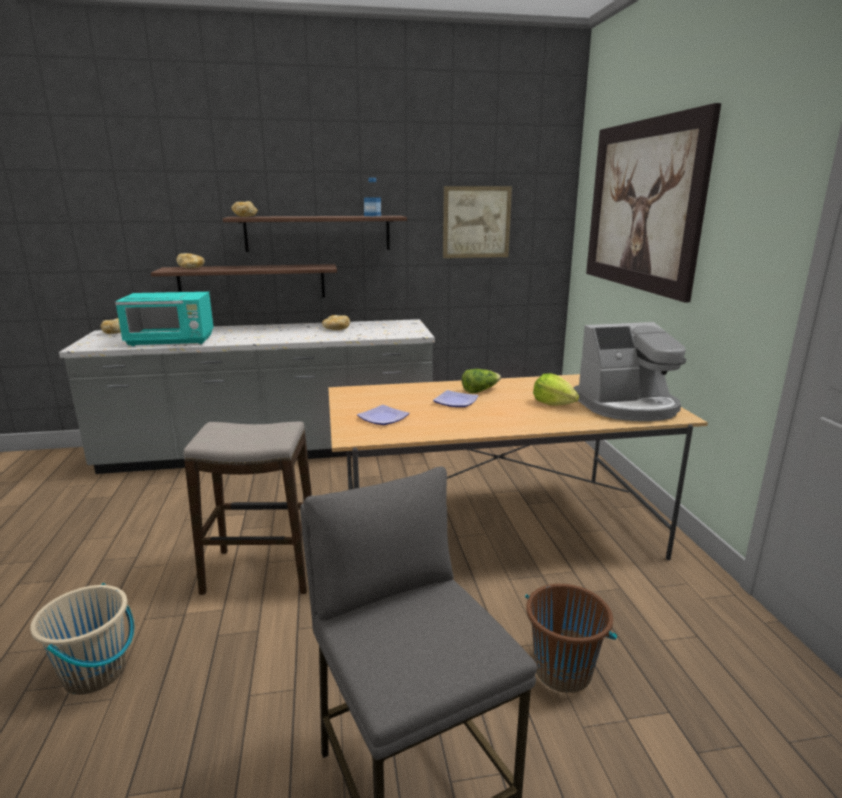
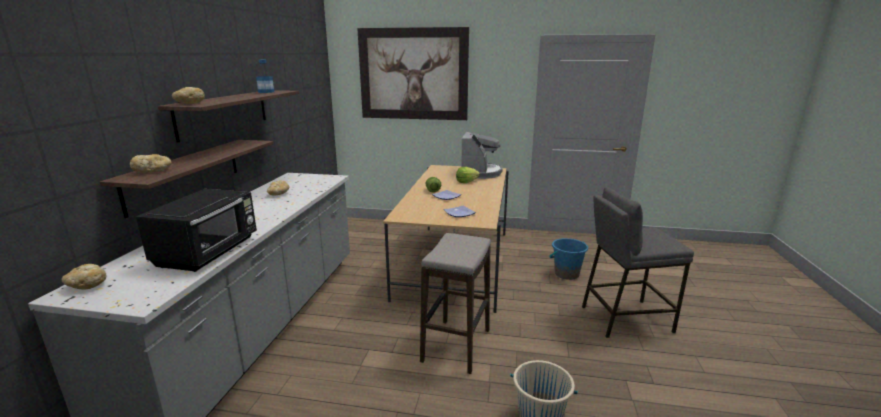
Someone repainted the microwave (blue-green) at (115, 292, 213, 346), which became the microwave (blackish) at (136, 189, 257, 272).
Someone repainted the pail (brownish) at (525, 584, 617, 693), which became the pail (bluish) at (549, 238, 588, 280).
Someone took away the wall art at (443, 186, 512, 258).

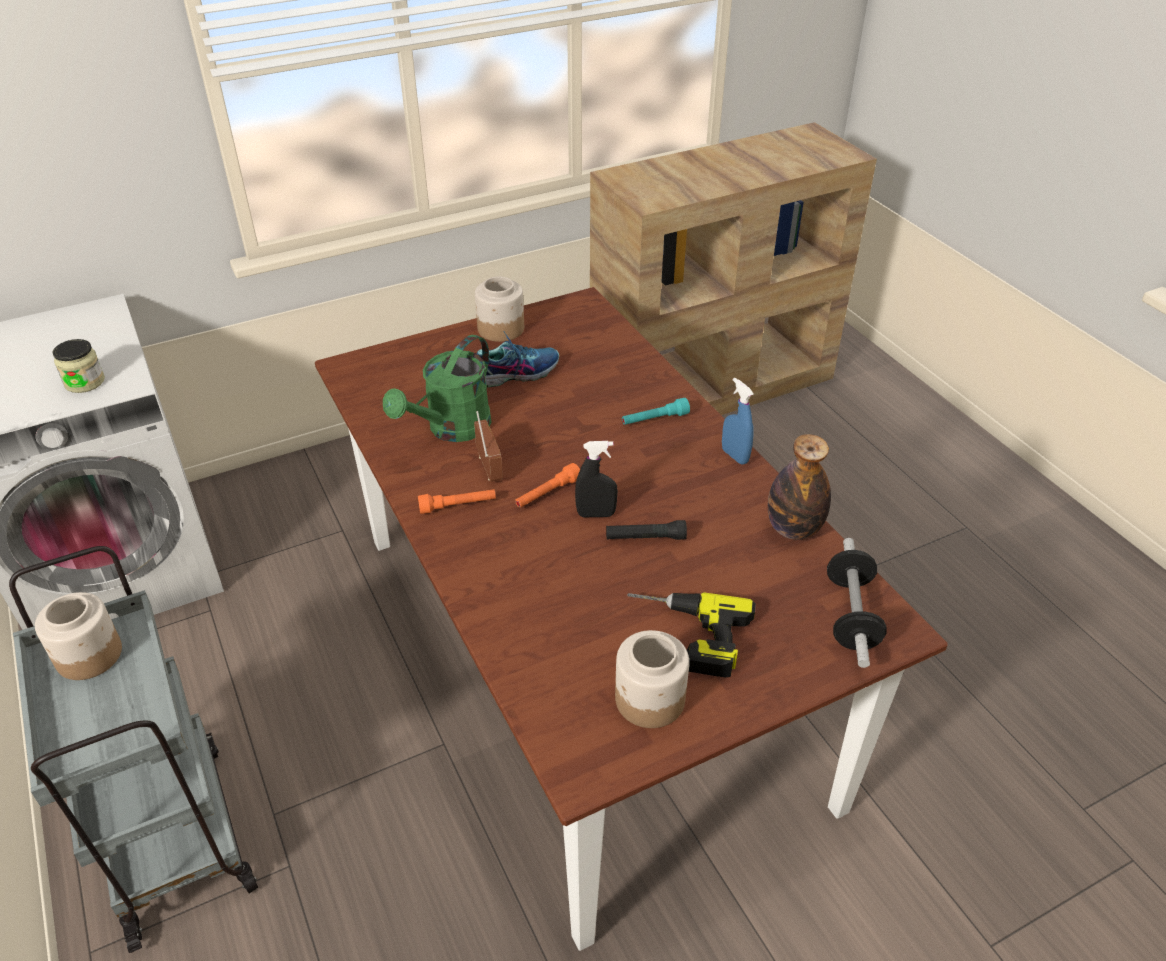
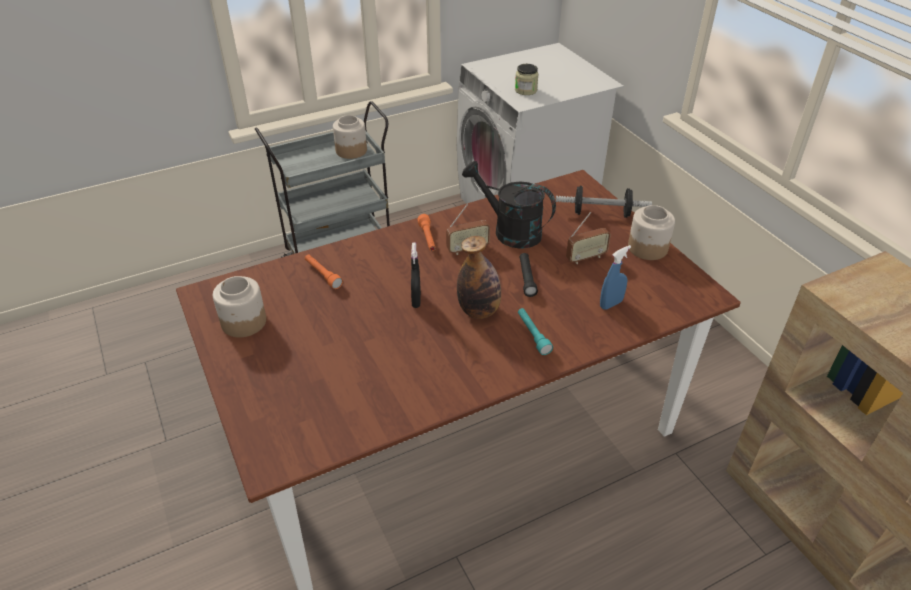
Someone carried the flashlight (orange) from (515, 463, 580, 508) to (305, 254, 343, 289).
Someone carried the beverage bottle from (768, 434, 831, 540) to (457, 236, 501, 319).
Someone repainted the watering can (green) at (383, 335, 492, 442), which became the watering can (blackish) at (462, 161, 556, 249).
Someone carried the flashlight (blackish) from (606, 520, 687, 540) to (520, 253, 538, 297).
Someone carried the dumbbell from (827, 538, 887, 668) to (556, 186, 652, 218).
Someone swapped the shoe at (477, 332, 559, 387) for the radio receiver at (566, 212, 611, 264).
Someone carried the sprayer (bluish) from (722, 378, 754, 465) to (600, 245, 631, 309).
Someone took away the power drill at (627, 592, 756, 677).

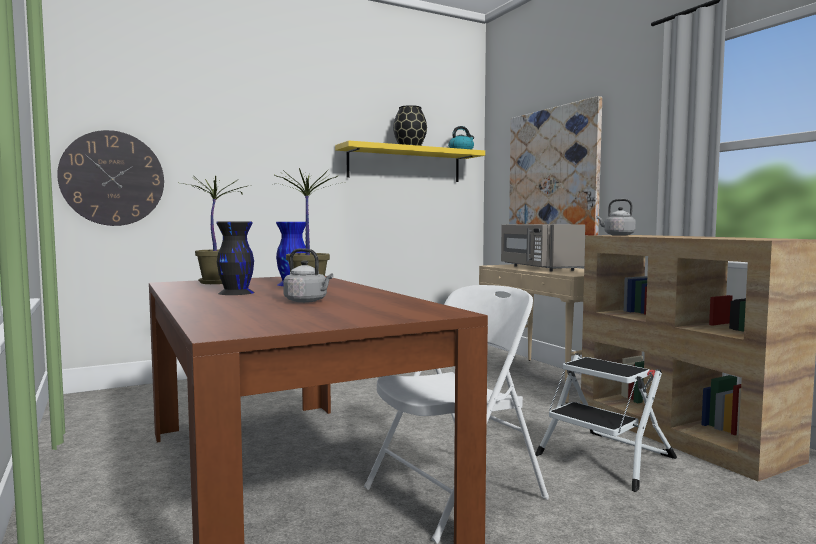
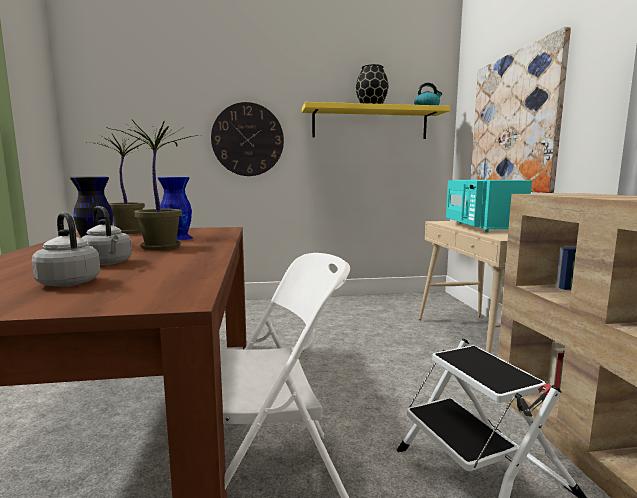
Someone carried the tea kettle (gray) from (596, 199, 636, 236) to (32, 213, 100, 287).
Someone carried the hanging clock from (57, 130, 164, 226) to (211, 102, 284, 176).
Someone repainted the microwave (gray) at (501, 224, 585, 272), which became the microwave (blue-green) at (446, 180, 532, 232).

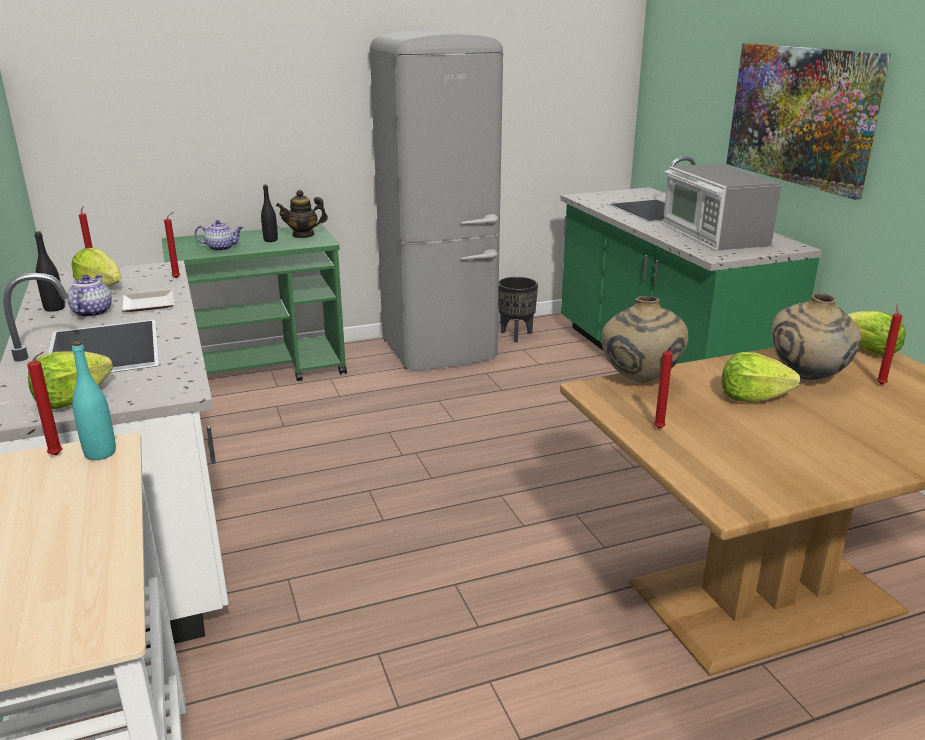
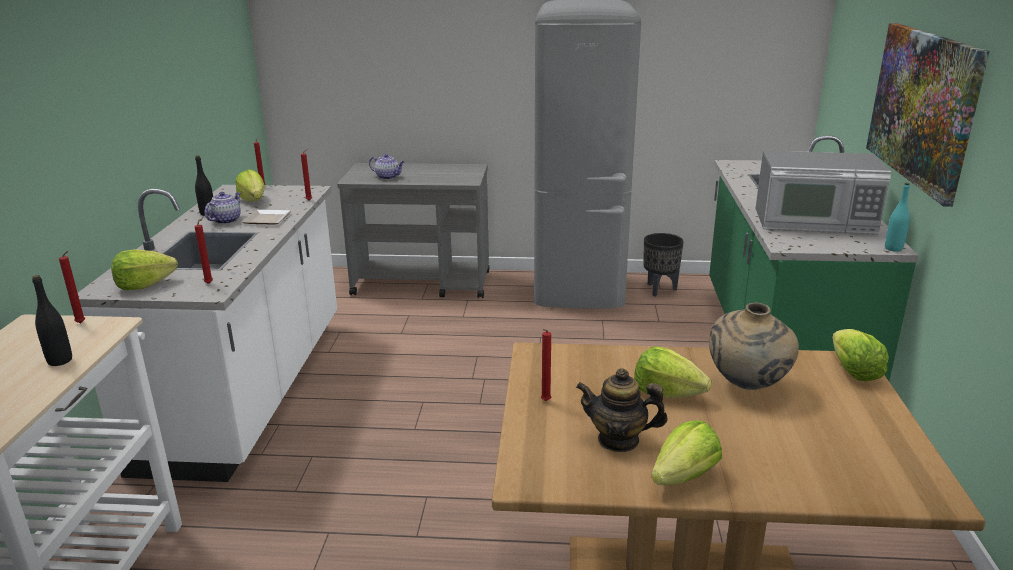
Someone carried the beverage bottle (blackish) from (261, 184, 278, 242) to (32, 275, 72, 366).
Someone carried the wax candle (red-coloured) from (877, 304, 902, 385) to (195, 217, 213, 284).
Someone repainted the trolley (green) at (162, 224, 347, 381), which became the trolley (gray) at (337, 163, 489, 298).
Someone carried the teapot from (276, 190, 328, 238) to (576, 368, 667, 452).
Someone put down the lettuce at (651, 420, 722, 485).
Someone rotated the microwave at (663, 164, 782, 251) by 90 degrees counterclockwise.
Someone carried the beverage bottle (blue-green) from (72, 341, 116, 460) to (885, 183, 910, 252).
Someone took away the decorative vase (beige) at (601, 296, 688, 383).

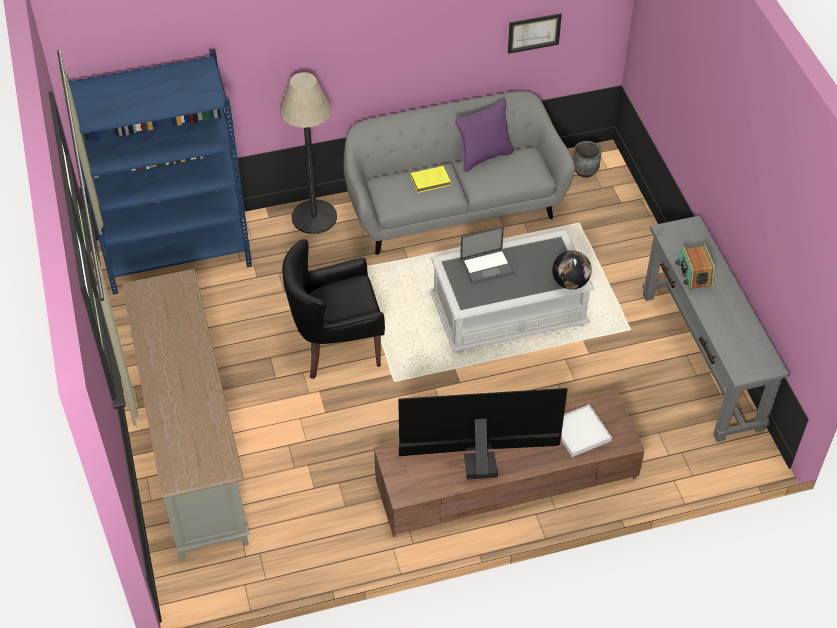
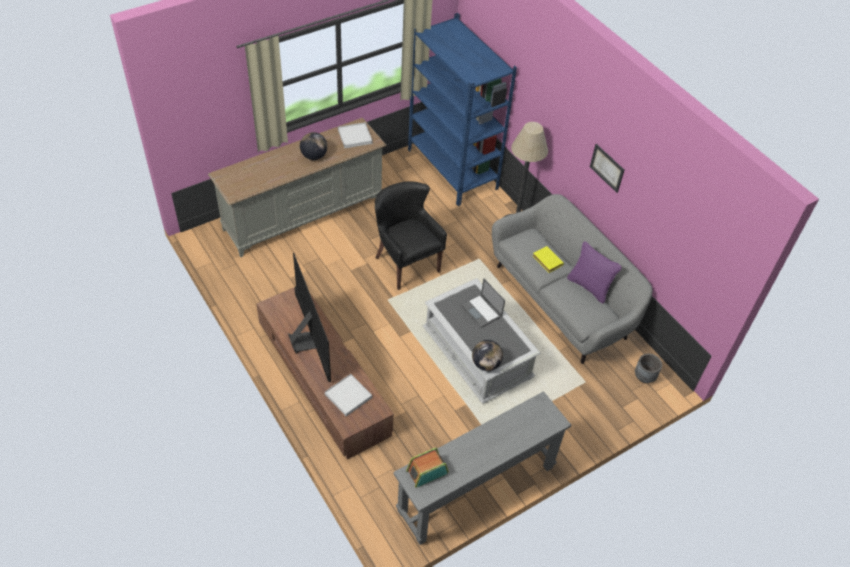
Someone put down the globe at (300, 132, 327, 160).
Someone put down the tray (white-coloured) at (338, 122, 373, 148).
Someone carried the radio receiver from (676, 244, 715, 291) to (406, 448, 449, 488).
Someone carried the wall art from (508, 13, 562, 54) to (590, 144, 624, 193).

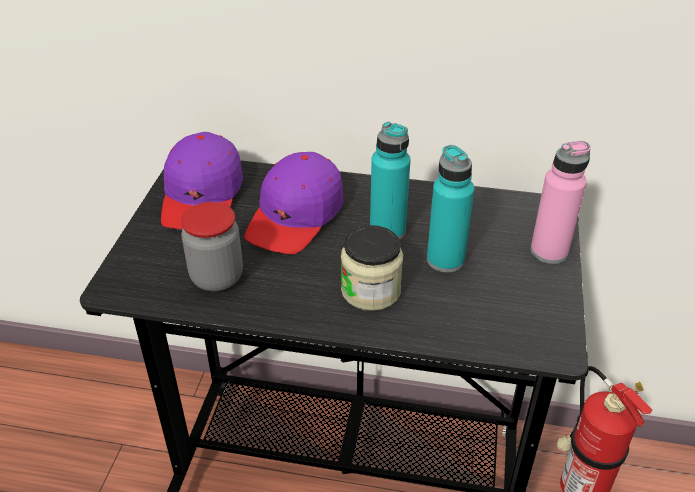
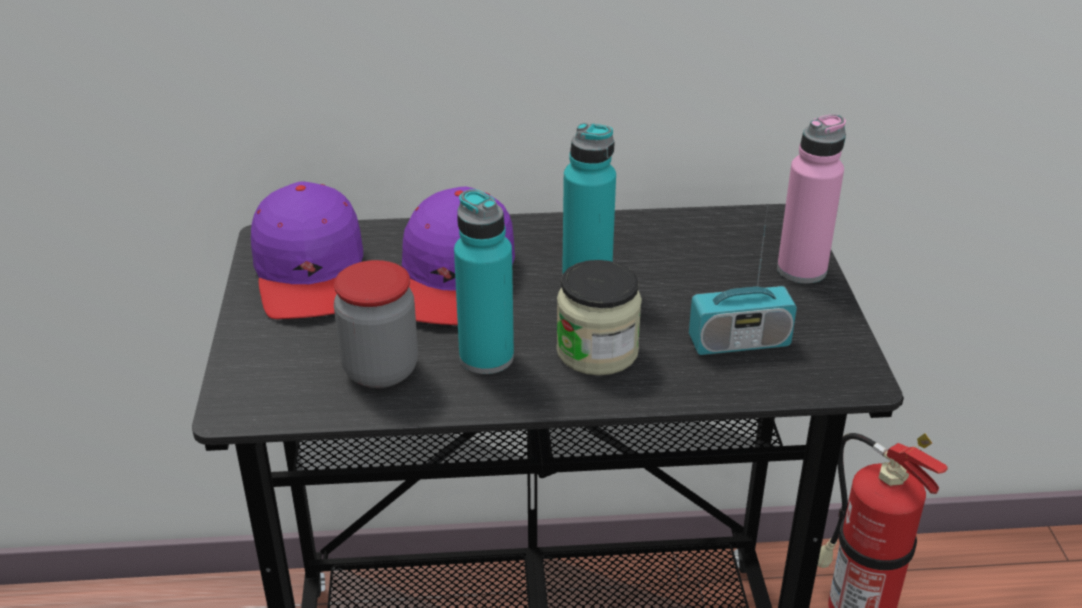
Someone carried the beverage bottle (blue-green) from (427, 145, 474, 272) to (454, 189, 514, 374).
Someone put down the radio receiver at (689, 207, 797, 355).

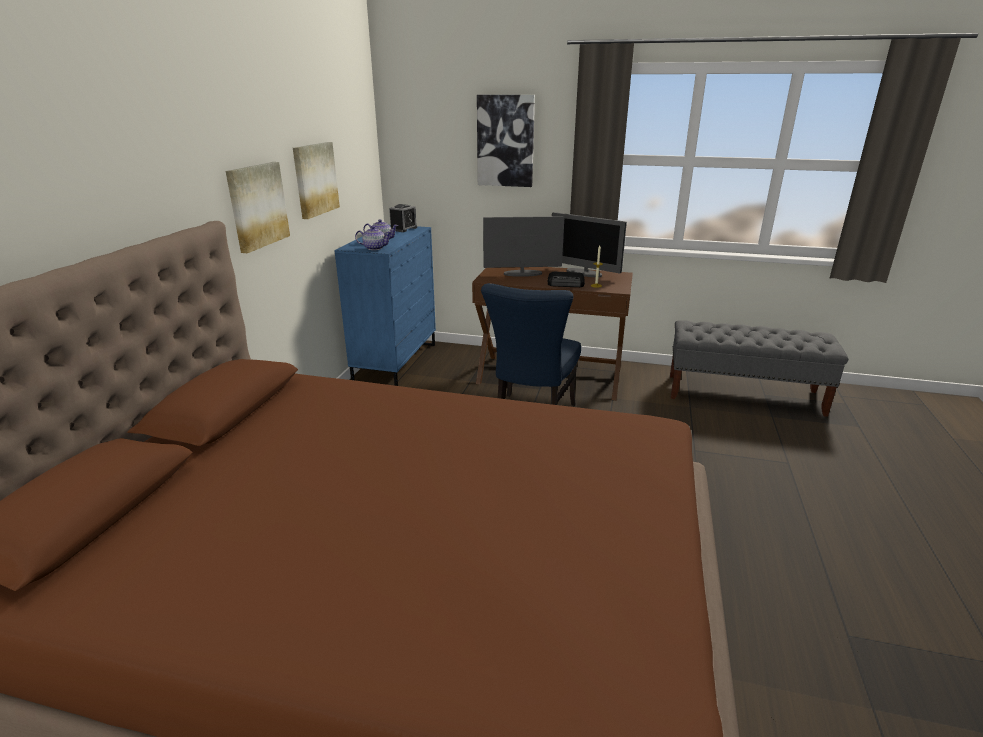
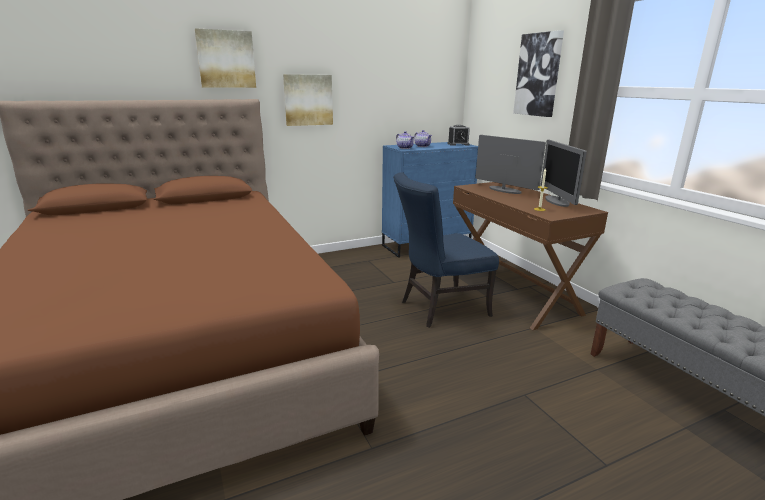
Someone carried the wall art from (293, 142, 340, 219) to (195, 28, 256, 88).
Someone took away the radio receiver at (548, 272, 585, 287).

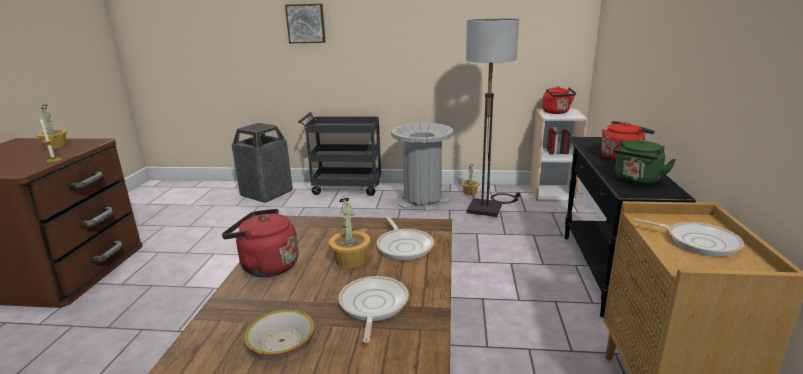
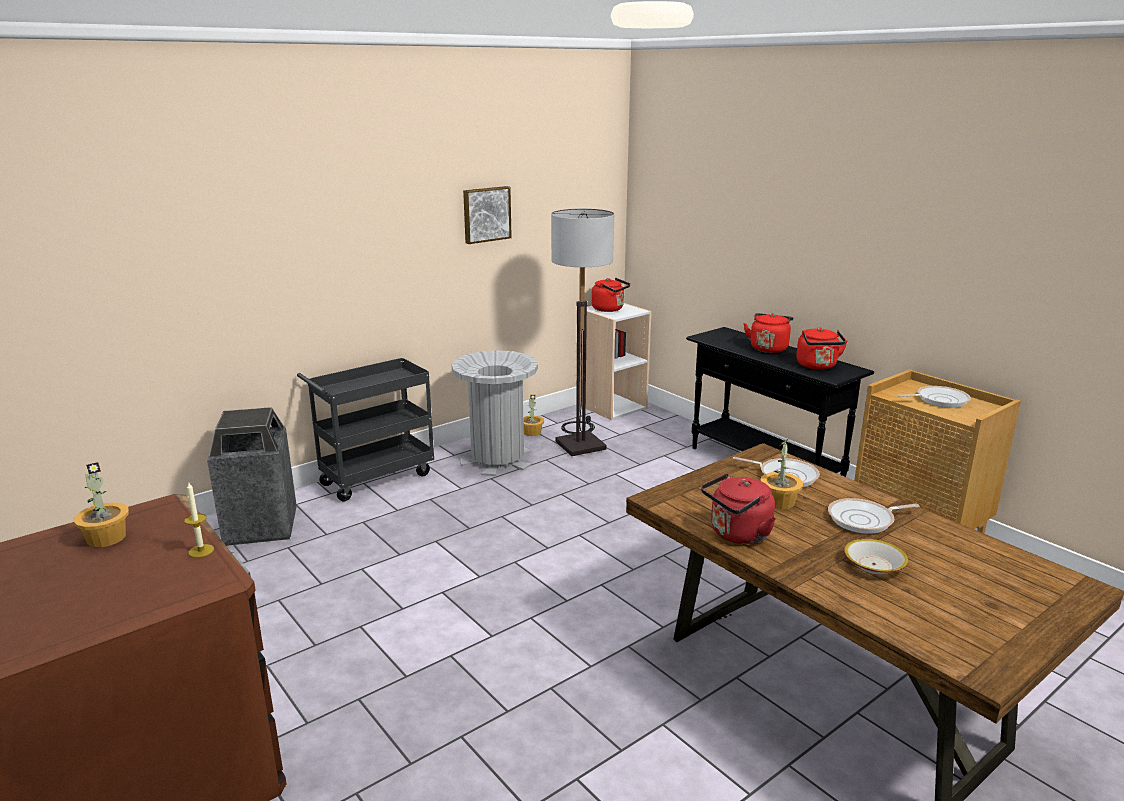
Someone carried the wall art from (285, 4, 326, 43) to (463, 186, 512, 244).
Someone repainted the tea kettle (green) at (613, 139, 676, 184), which became the tea kettle (red-coloured) at (796, 327, 847, 370).
Someone rotated the skillet at (338, 276, 409, 343) by 60 degrees counterclockwise.

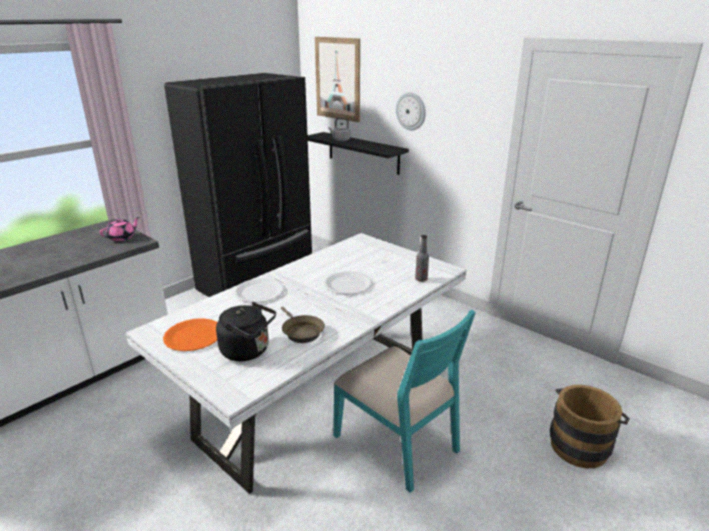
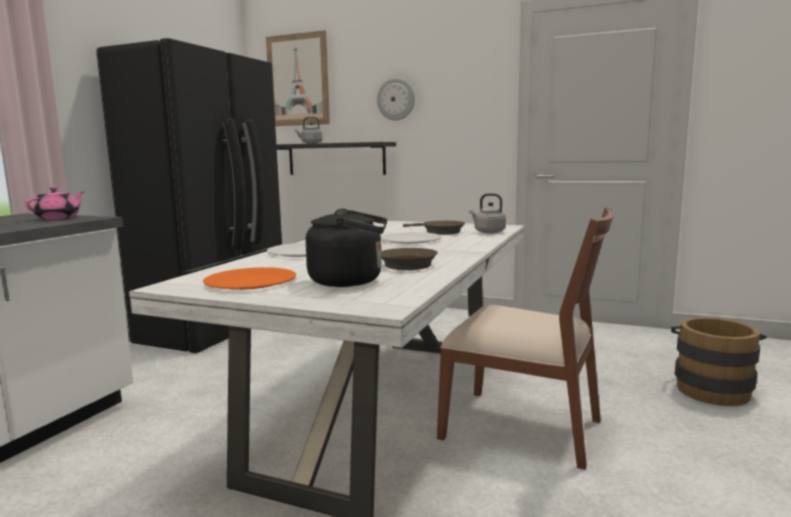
Someone put down the skillet (brownish) at (403, 221, 465, 235).
Someone repainted the upright chair (blue-green) at (333, 310, 476, 493), which became the upright chair (brownish) at (437, 207, 614, 470).
Someone swapped the beverage bottle at (415, 235, 429, 282) for the tea kettle (gray) at (469, 193, 506, 233).

